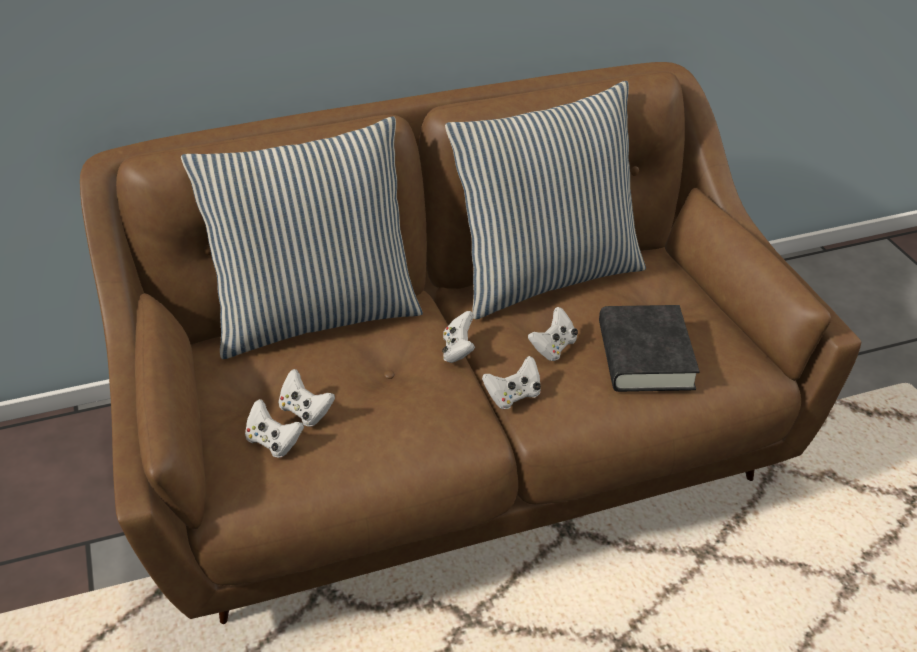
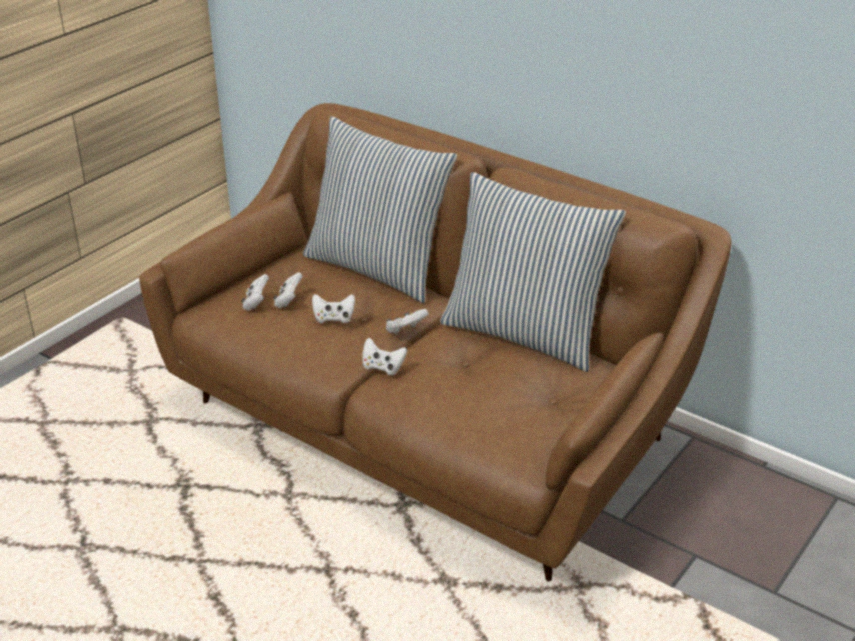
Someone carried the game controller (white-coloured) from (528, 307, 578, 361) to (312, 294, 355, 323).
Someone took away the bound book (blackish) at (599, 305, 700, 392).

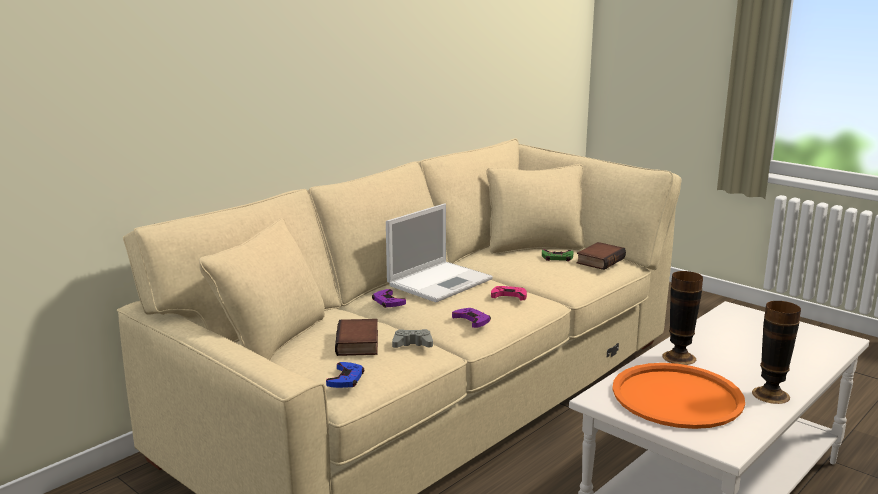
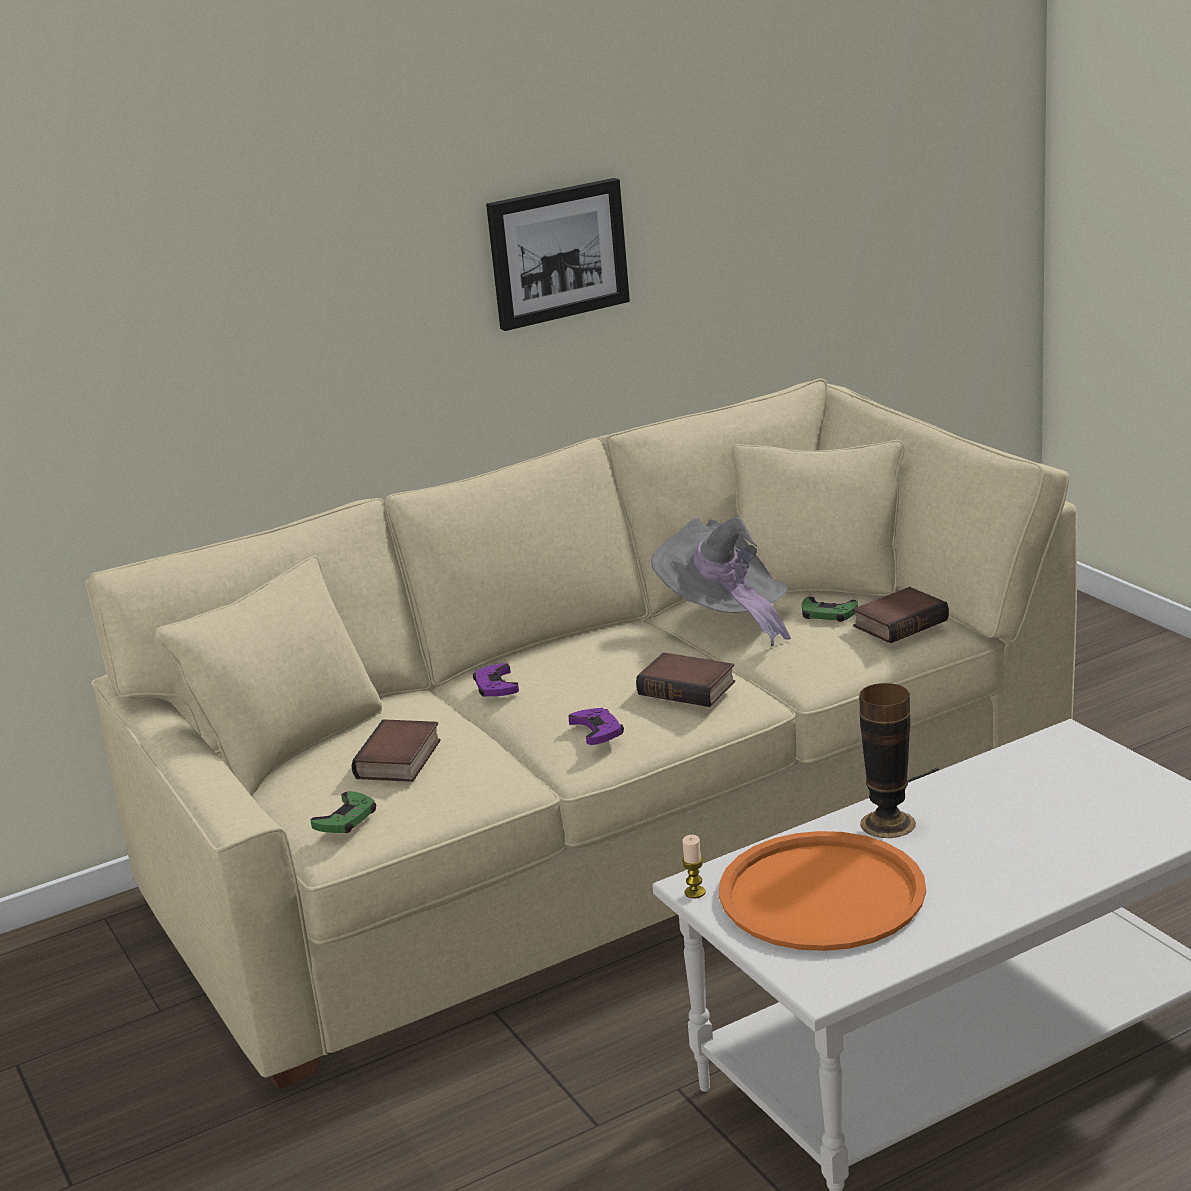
Someone repainted the game controller (bluish) at (326, 362, 364, 388), which became the game controller (green) at (310, 791, 376, 833).
Someone put up the wall art at (486, 178, 630, 331).
Someone swapped the game controller (pink) at (491, 286, 527, 301) for the bound book at (636, 652, 735, 707).
Someone put down the wearable hat (gray) at (651, 517, 791, 646).
Someone put down the wax candle at (682, 835, 706, 898).
Someone took away the portable computer at (386, 203, 493, 303).
Someone took away the game controller (gray) at (392, 329, 433, 348).
Someone took away the decorative vase at (752, 301, 801, 404).

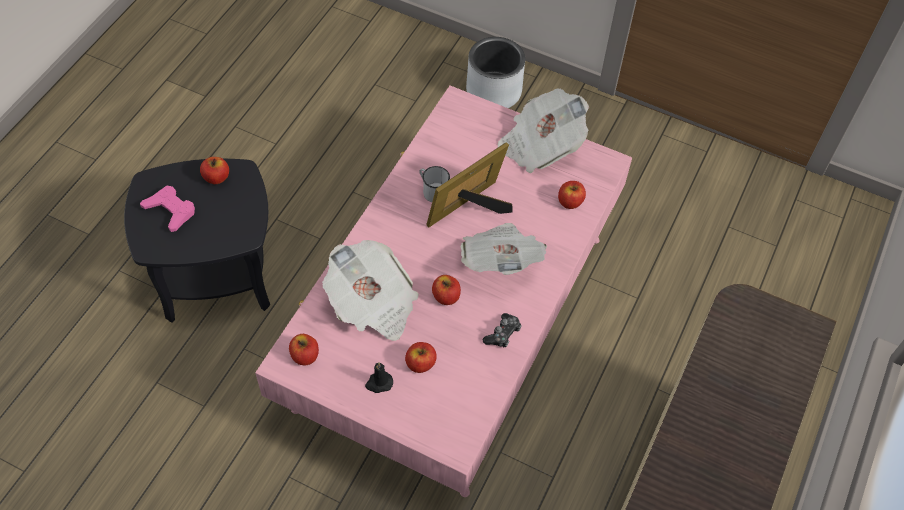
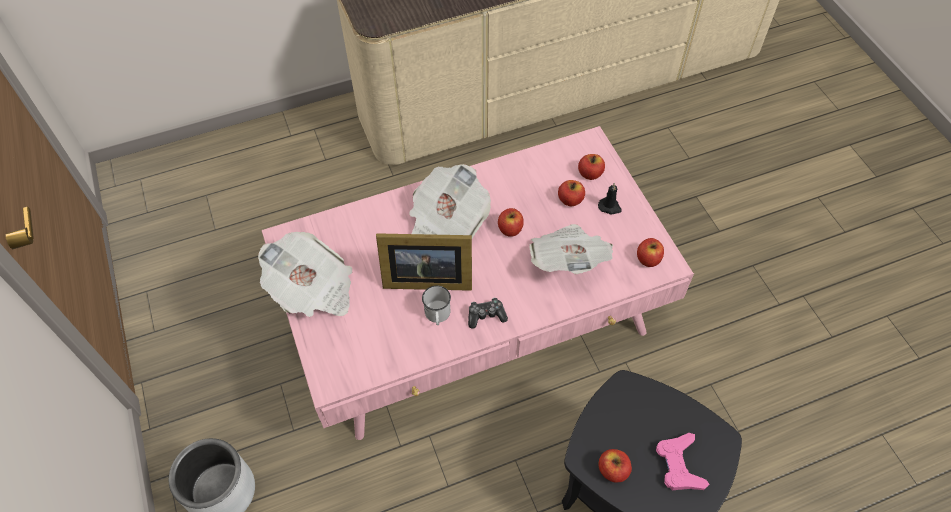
Someone carried the game controller from (483, 313, 522, 347) to (468, 298, 508, 329).
Someone carried the apple from (558, 181, 586, 209) to (578, 154, 605, 180).

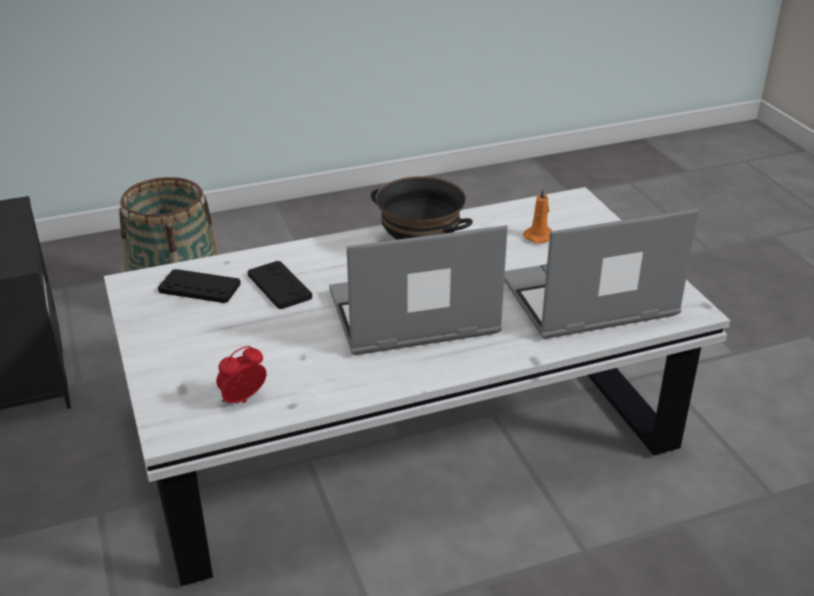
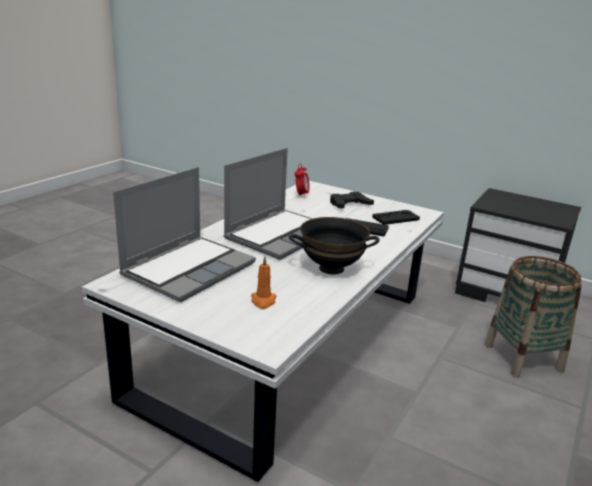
Someone put down the game controller (blackish) at (330, 192, 374, 209).

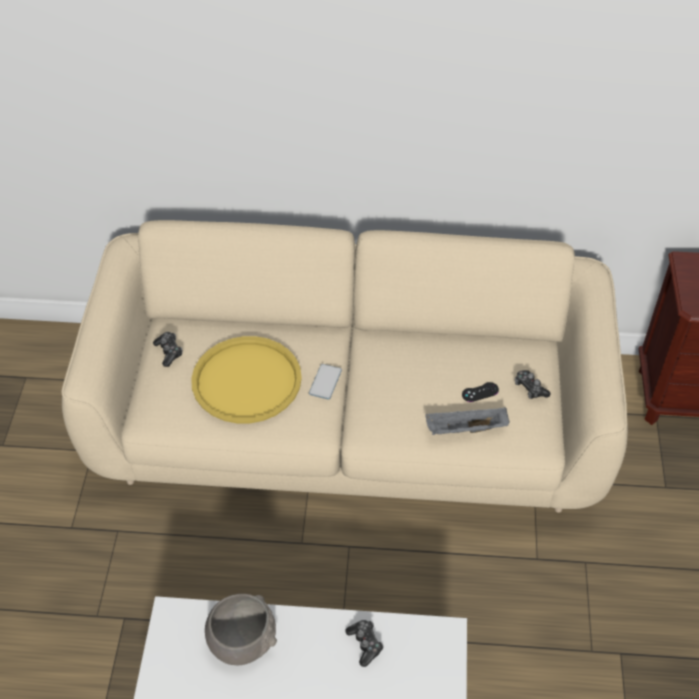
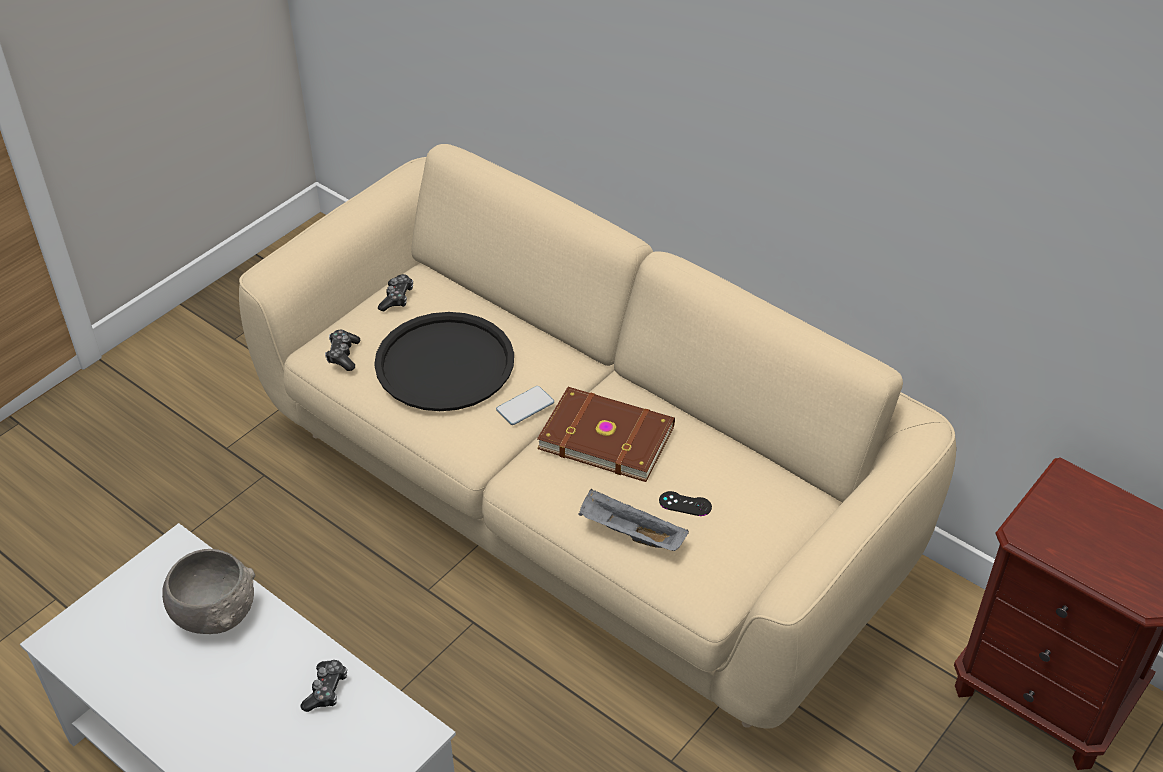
Someone carried the game controller from (515, 370, 551, 399) to (325, 330, 361, 371).
Someone repainted the tray (yellow-coloured) at (191, 336, 302, 423), which became the tray (blackish) at (374, 312, 514, 411).
Someone put down the bound book (brownish) at (537, 387, 675, 482).

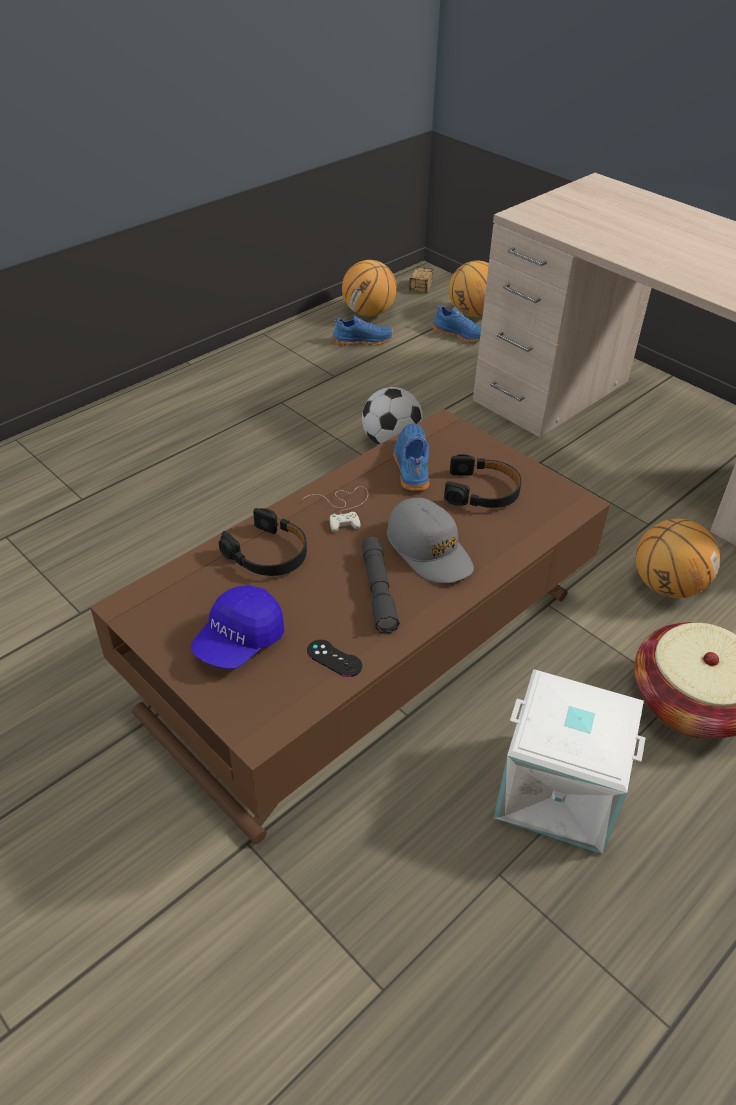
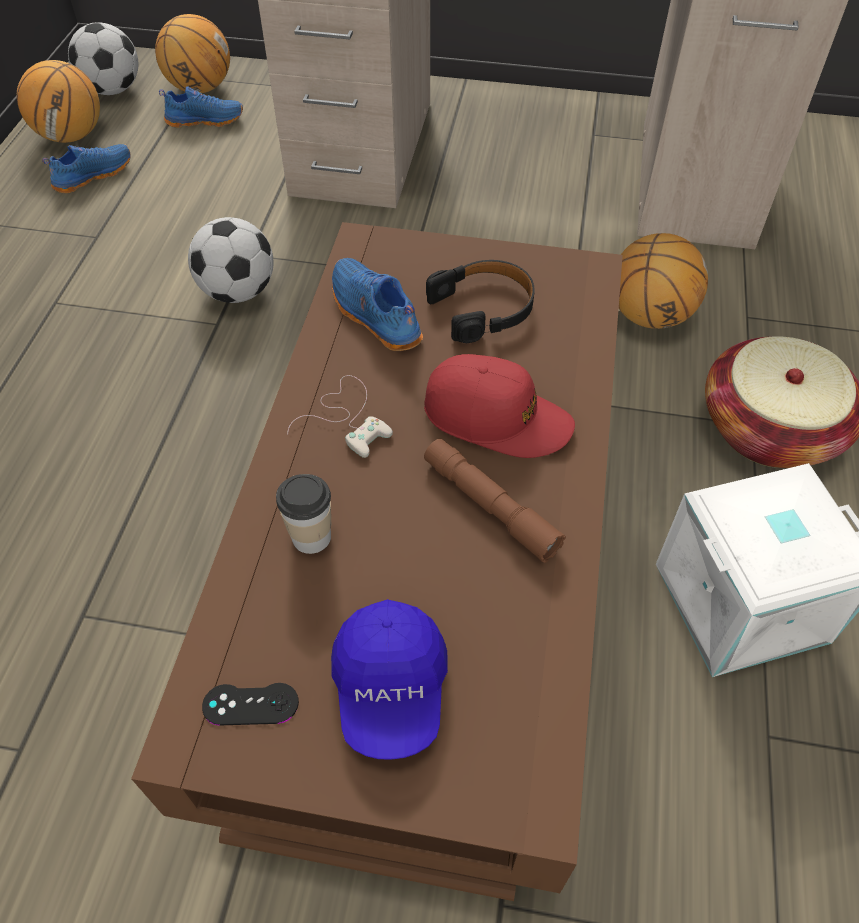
Someone swapped the storage box at (409, 263, 433, 294) for the ball for football at (68, 22, 138, 95).
Someone carried the game controller (blackish) from (307, 640, 362, 677) to (202, 683, 299, 725).
Someone swapped the headset (blackish) at (219, 508, 307, 576) for the small cup at (276, 474, 331, 554).
Someone repainted the baseball cap (gray) at (387, 498, 474, 583), which became the baseball cap (red-coloured) at (424, 354, 575, 458).
Someone repainted the flashlight (gray) at (362, 537, 400, 634), which became the flashlight (brownish) at (424, 439, 566, 563).

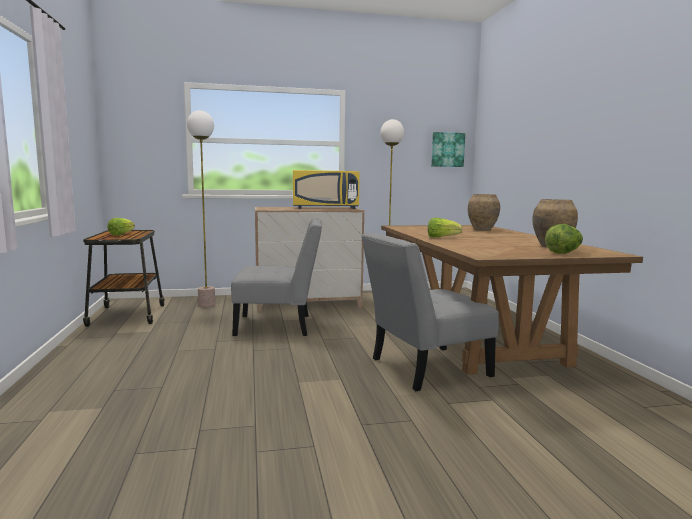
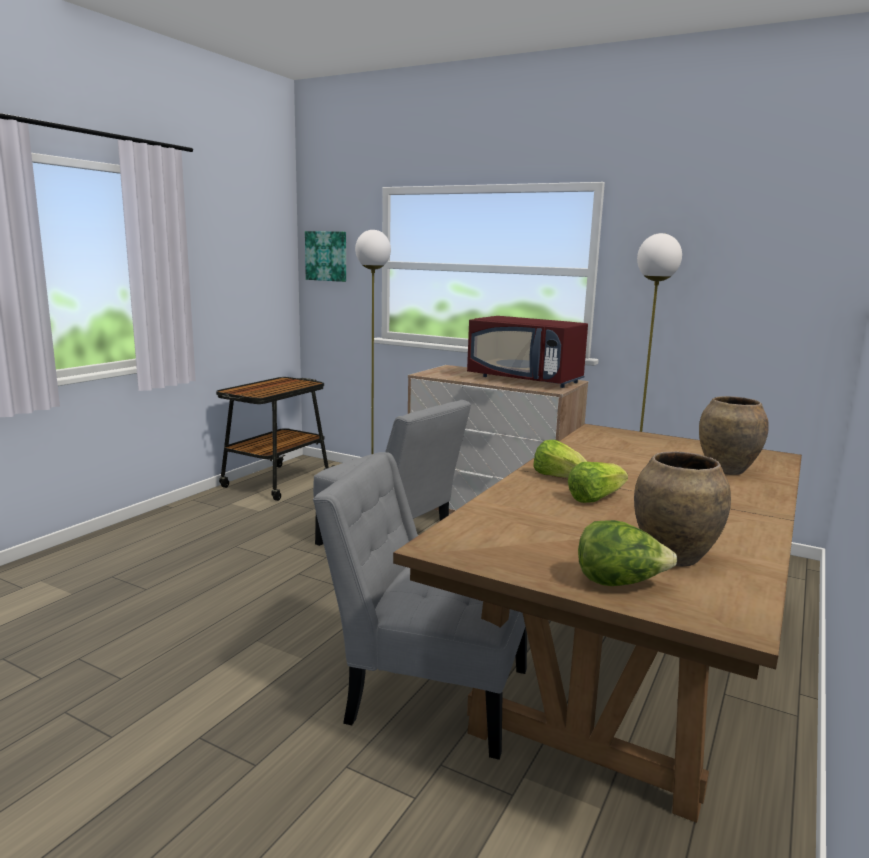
Someone carried the wall art from (431, 132, 465, 167) to (305, 231, 346, 282).
Someone repainted the microwave (yellow-coloured) at (293, 170, 360, 209), which became the microwave (red-coloured) at (467, 316, 588, 388).
Someone carried the lettuce from (107, 218, 135, 235) to (568, 462, 628, 503).

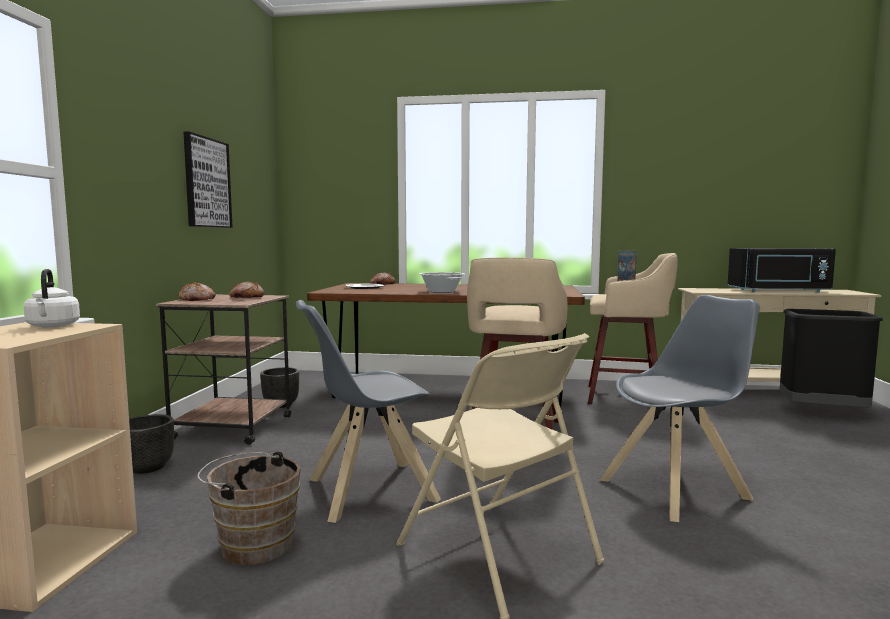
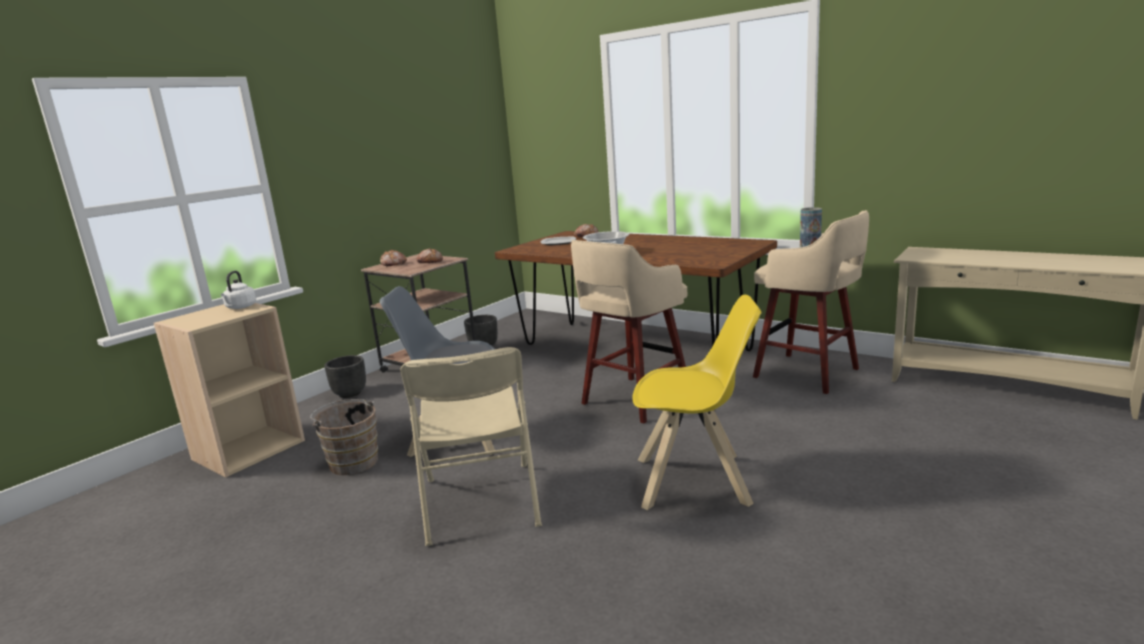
Someone repainted the upright chair (gray) at (599, 295, 760, 522), which became the upright chair (yellow-coloured) at (632, 295, 761, 510).
Someone took away the wall art at (183, 131, 233, 228).
Someone took away the microwave (blackish) at (727, 248, 836, 292).
Someone took away the rubbish bin (blackish) at (779, 309, 883, 408).

